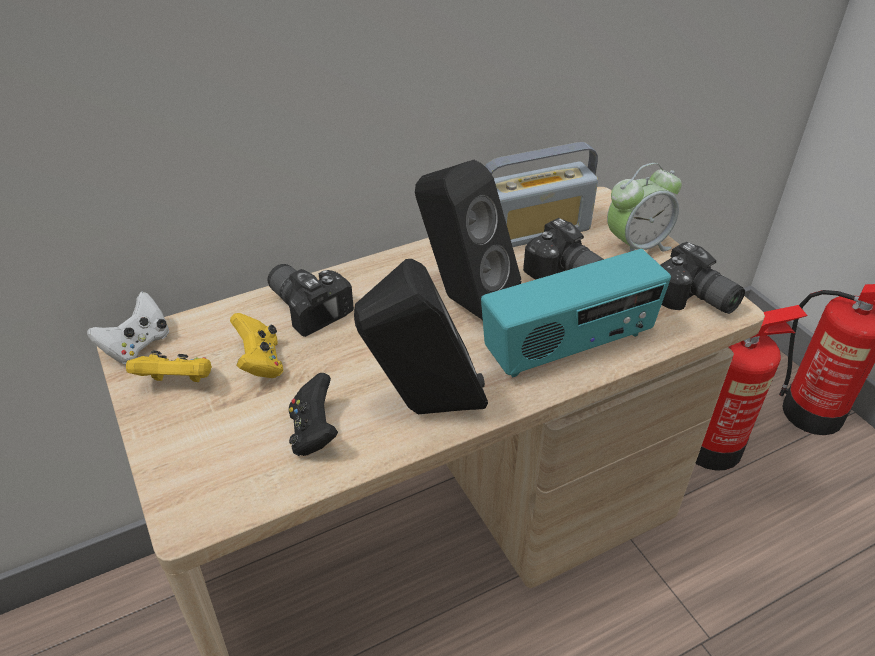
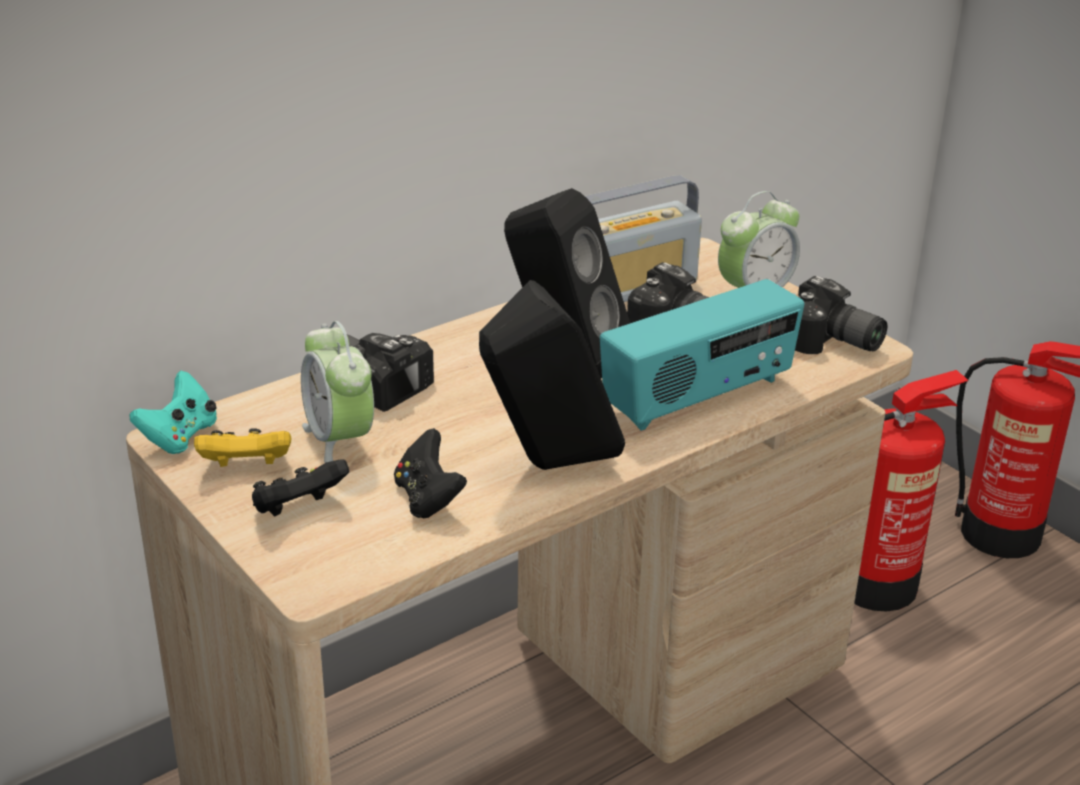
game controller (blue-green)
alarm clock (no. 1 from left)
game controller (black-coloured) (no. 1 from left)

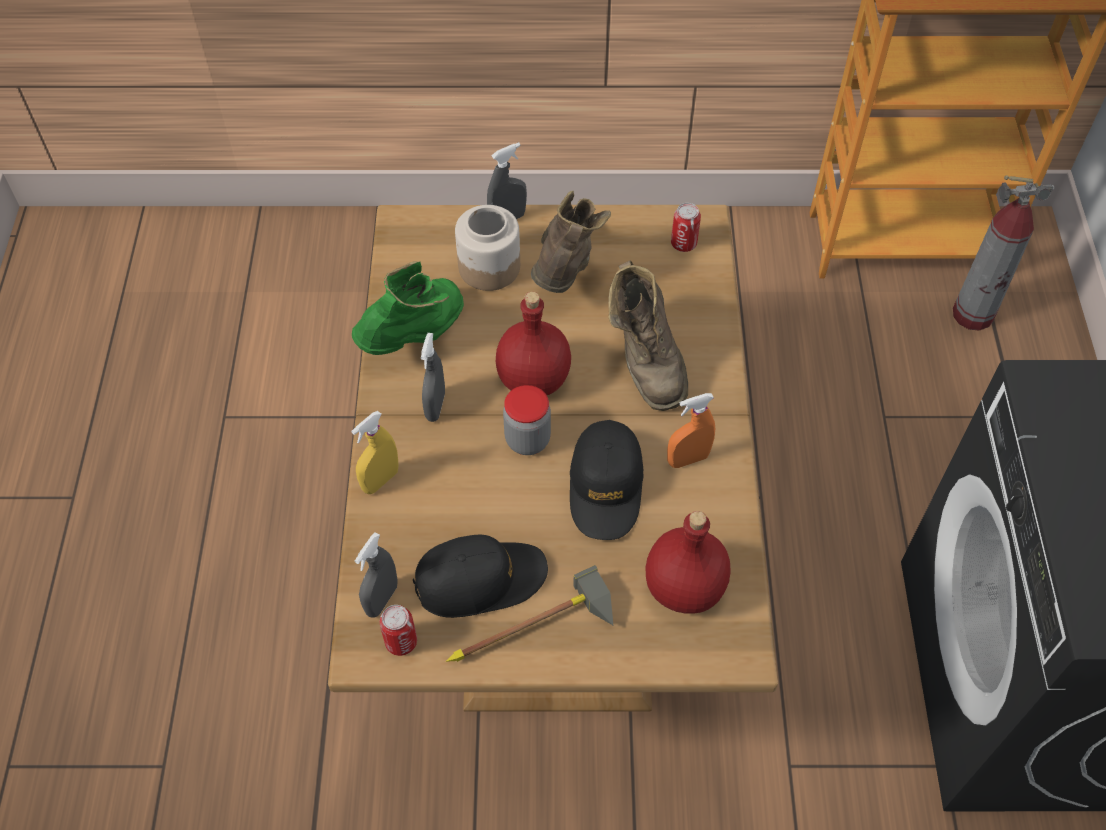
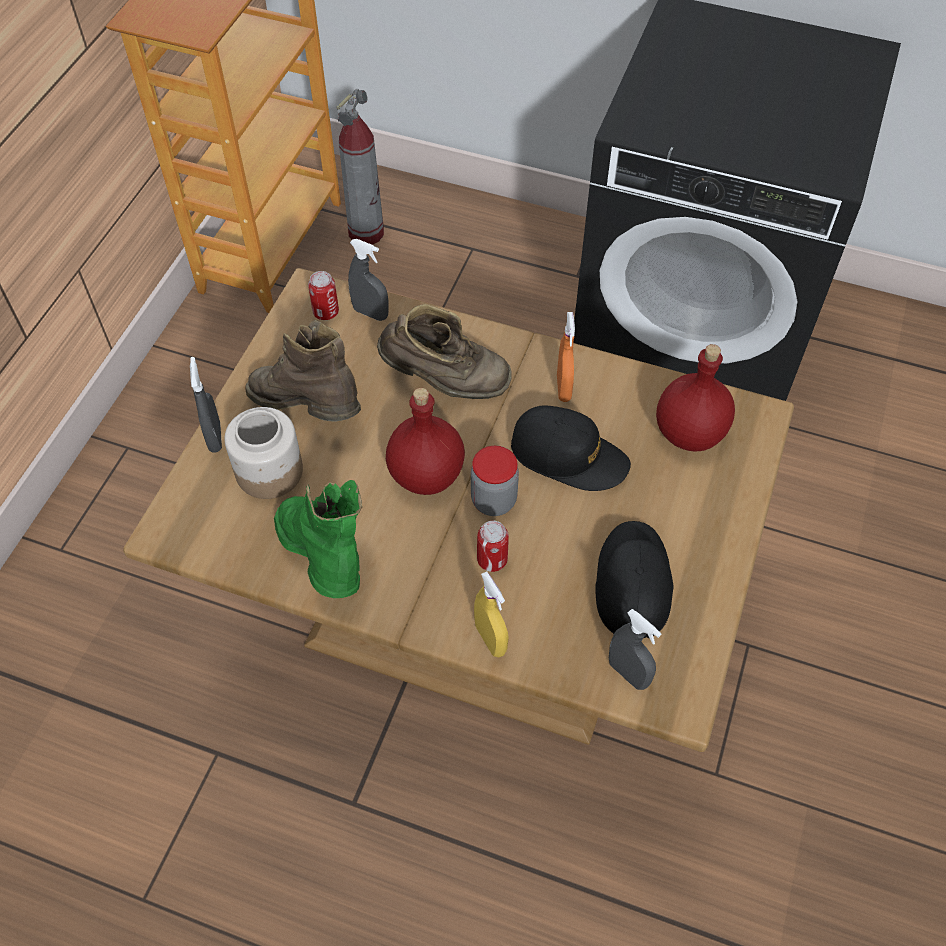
spray bottle (grey) (no. 2 from left)
hammer
metal can (no. 2 from left)

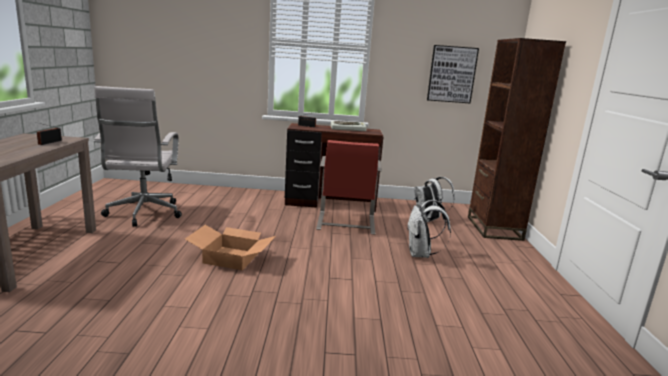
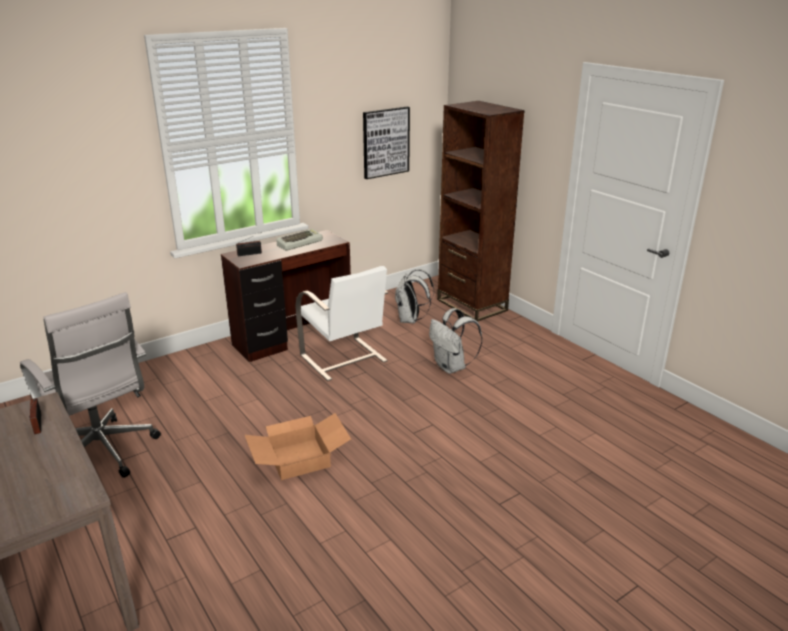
plain chair (whitish)

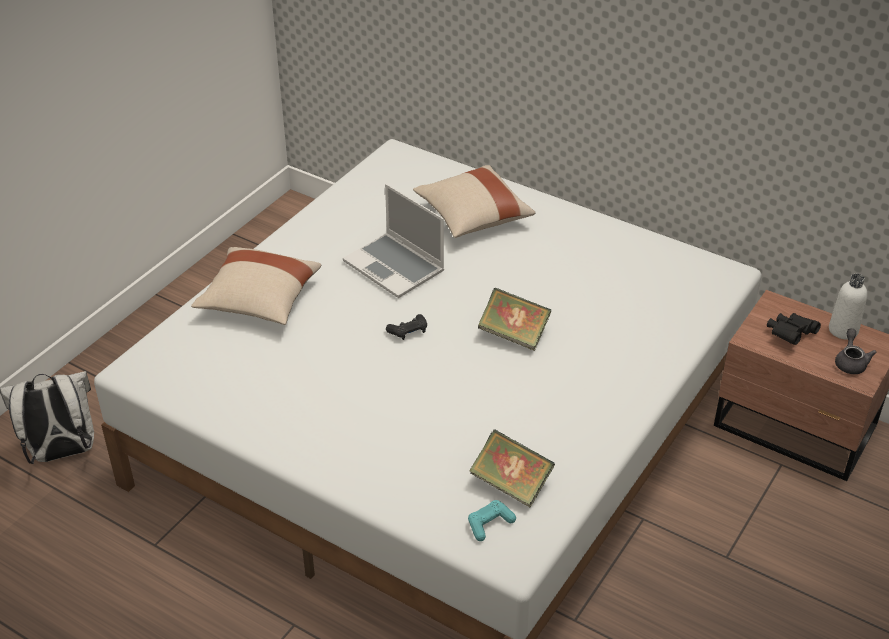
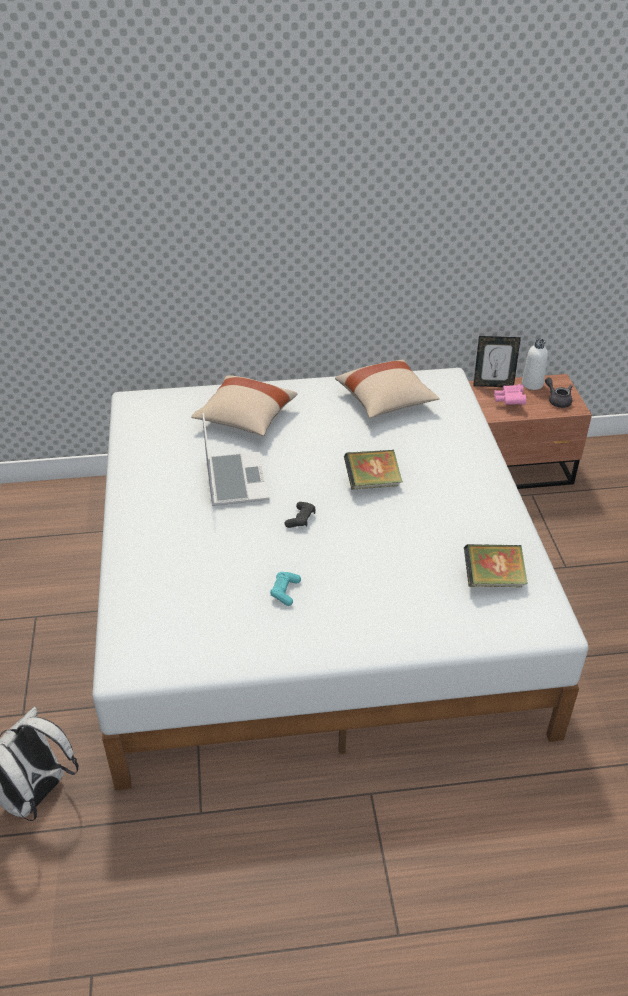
laptop
pillow (beige-coloured) (no. 2 from left)
field glasses (pink-coloured)
game controller (blue-green)
photo frame

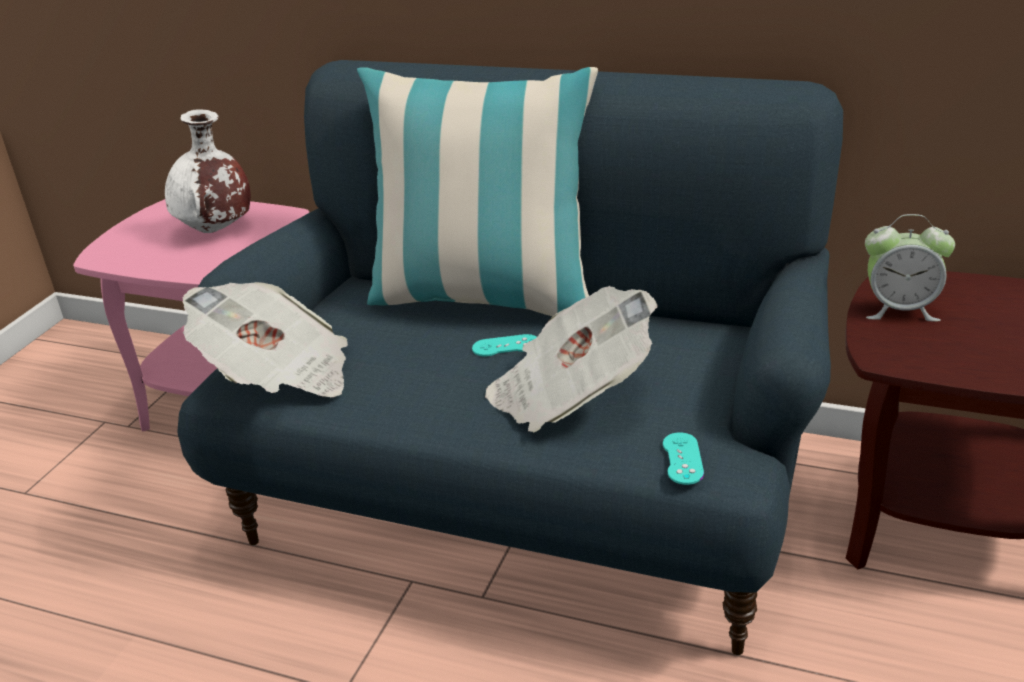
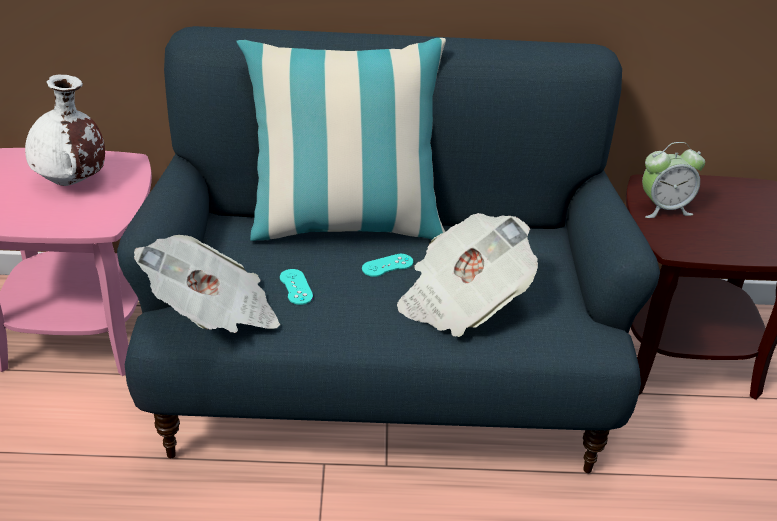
game controller (blue-green) (no. 1 from left)

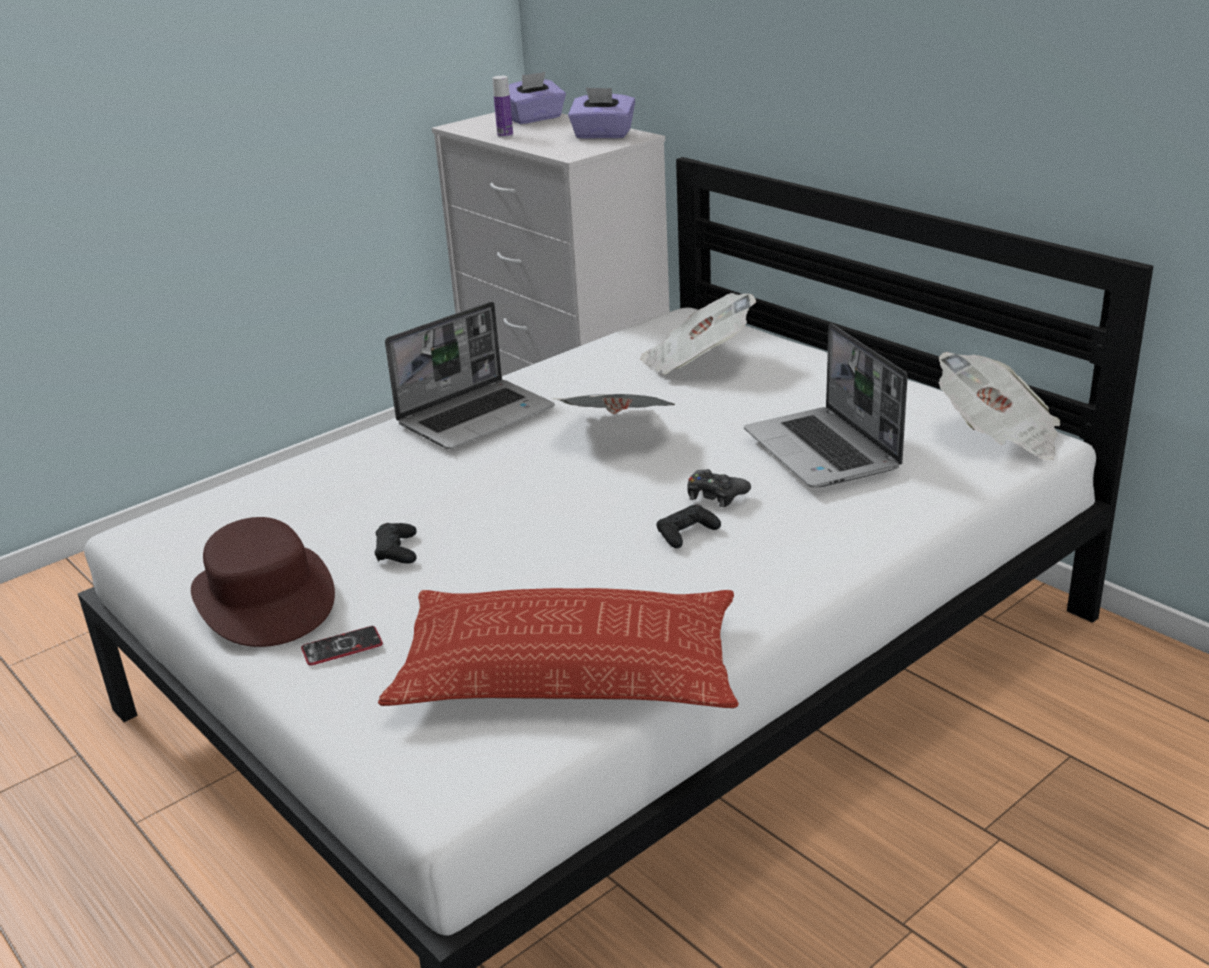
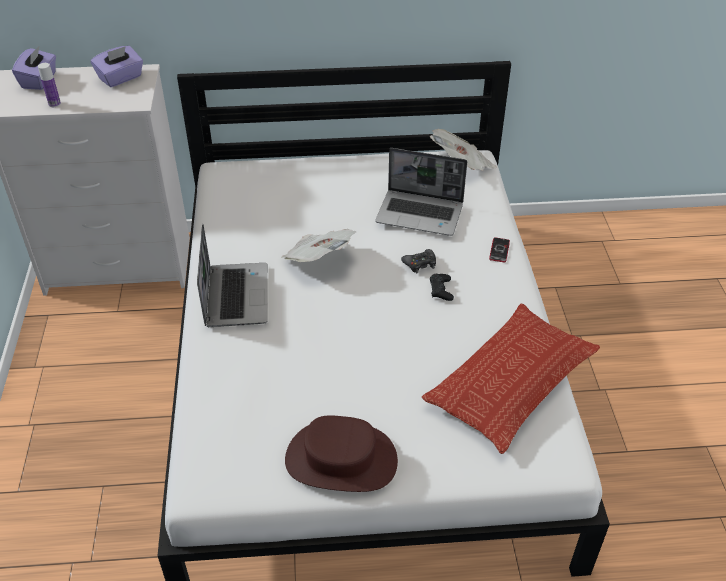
daily paper (no. 2 from left in the first image)
game controller (black-coloured) (no. 1 from left in the first image)
phone

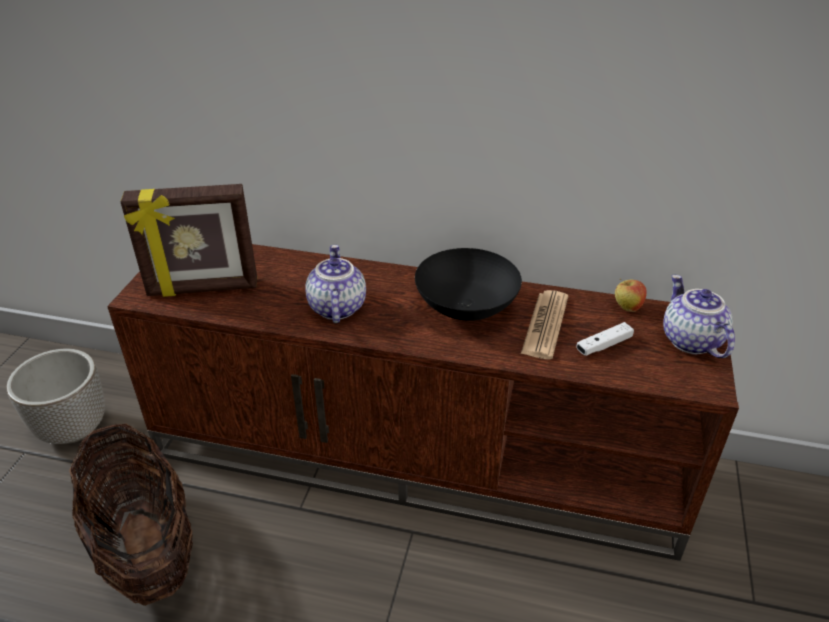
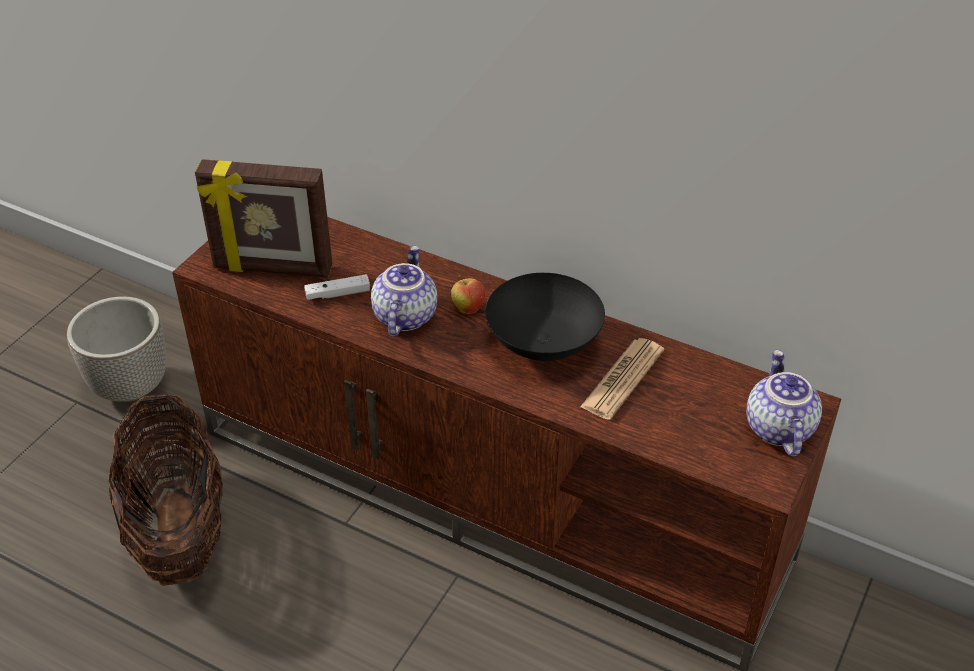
whole apple
game controller (whitish)

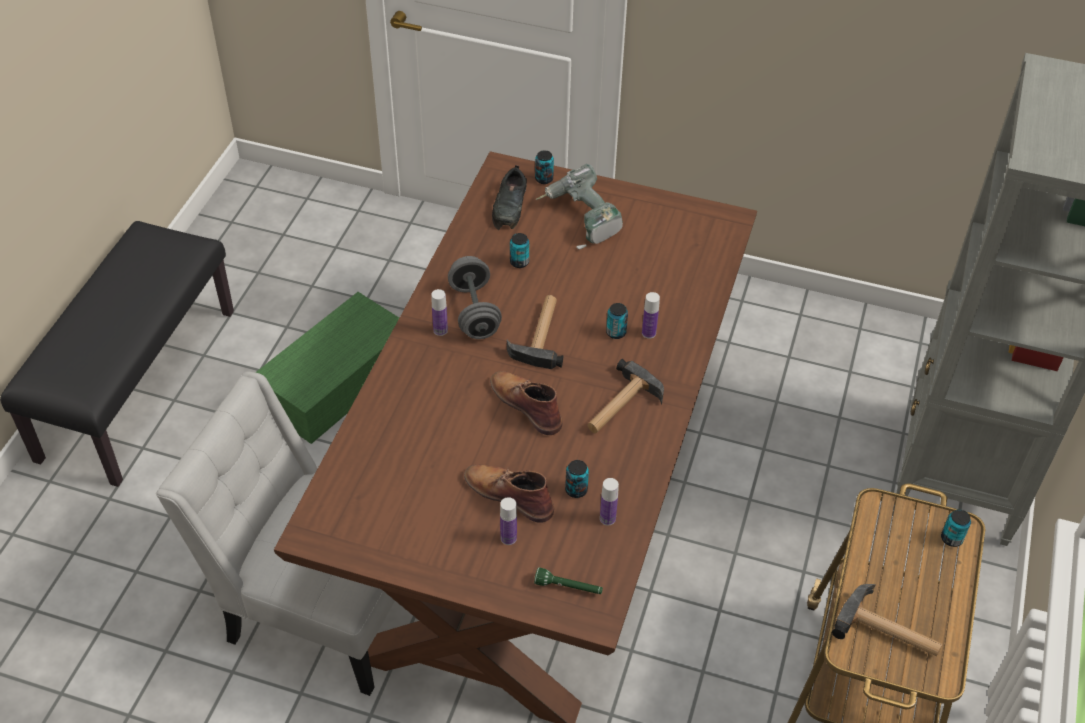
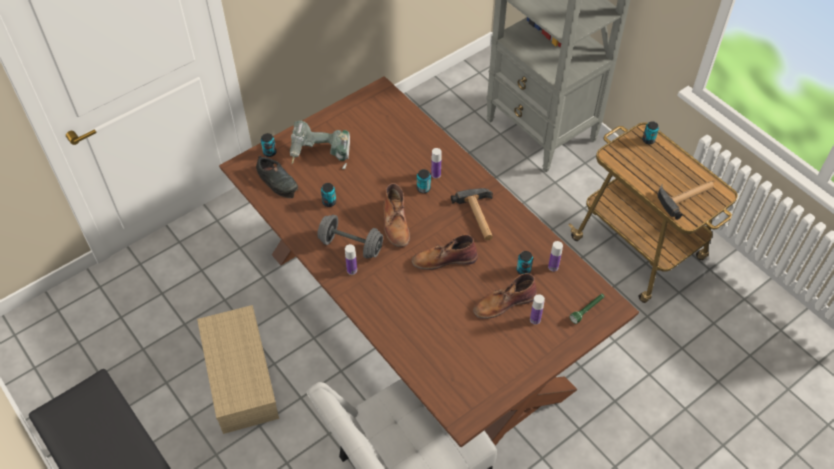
storage container (beige-coloured)
boot (brown) (no. 1 from left)

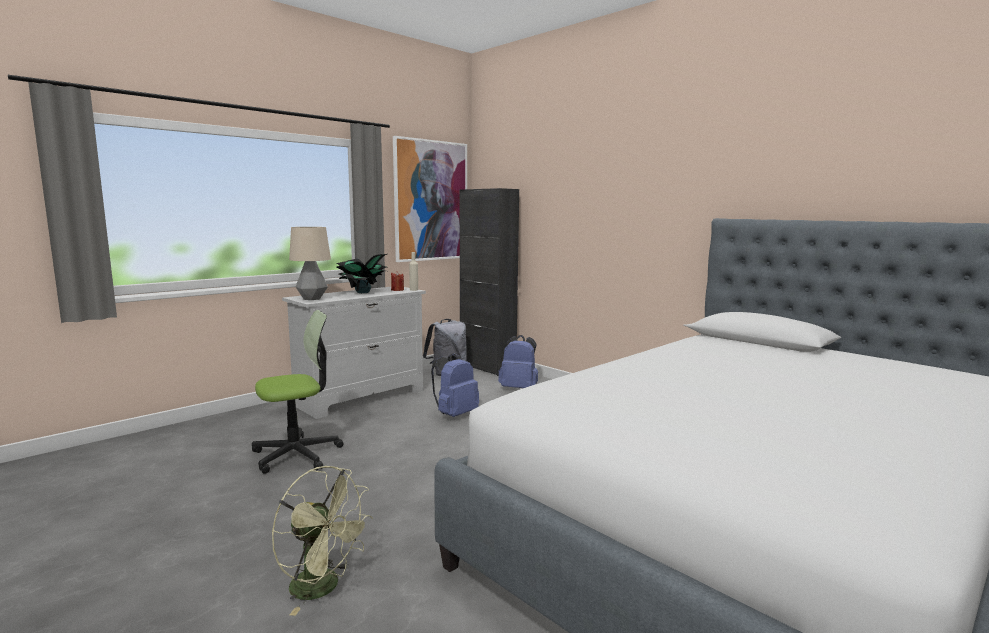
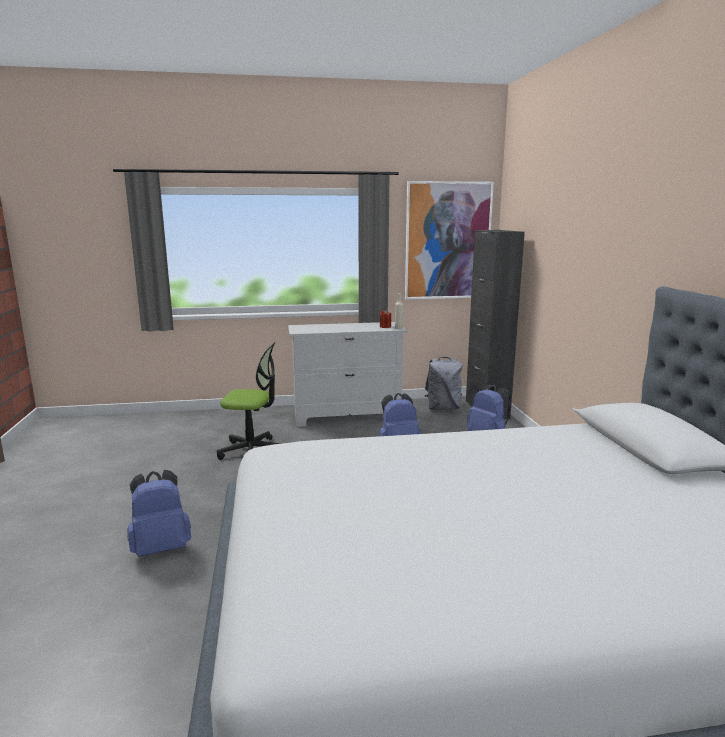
table lamp
houseplant
rucksack (blue) (no. 1 from left)

